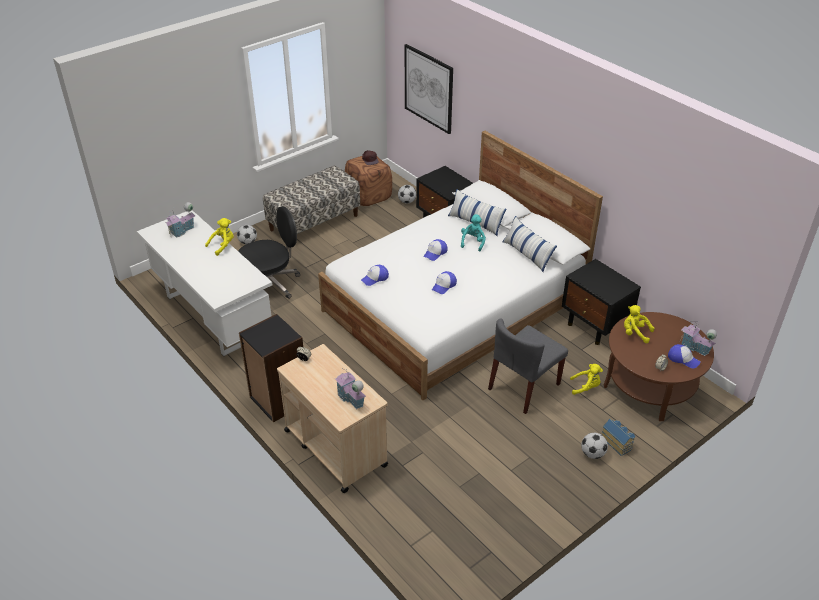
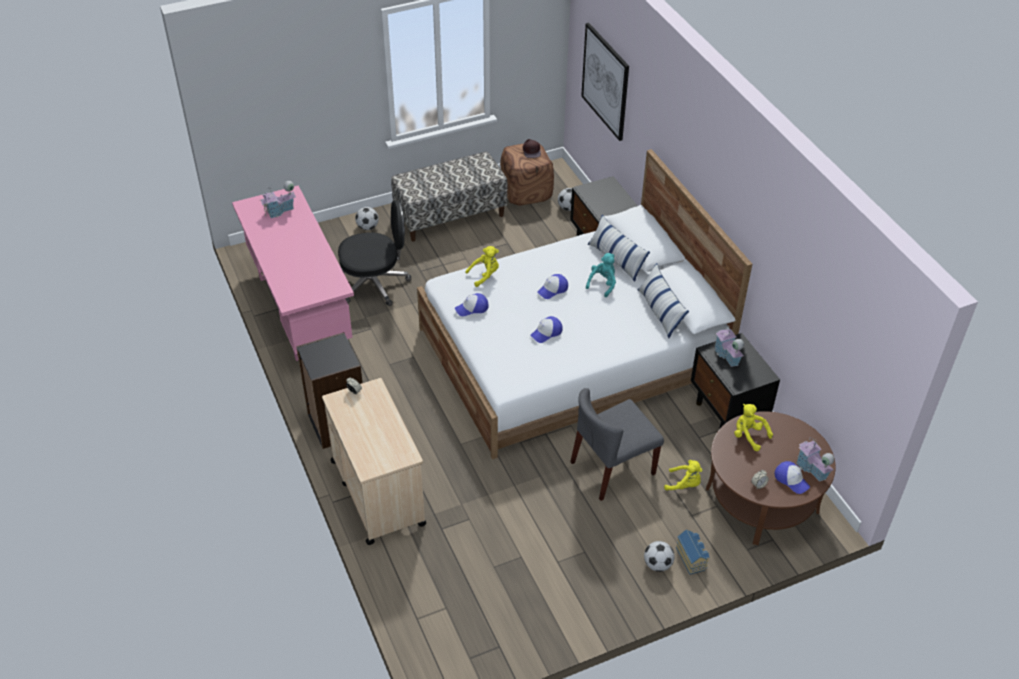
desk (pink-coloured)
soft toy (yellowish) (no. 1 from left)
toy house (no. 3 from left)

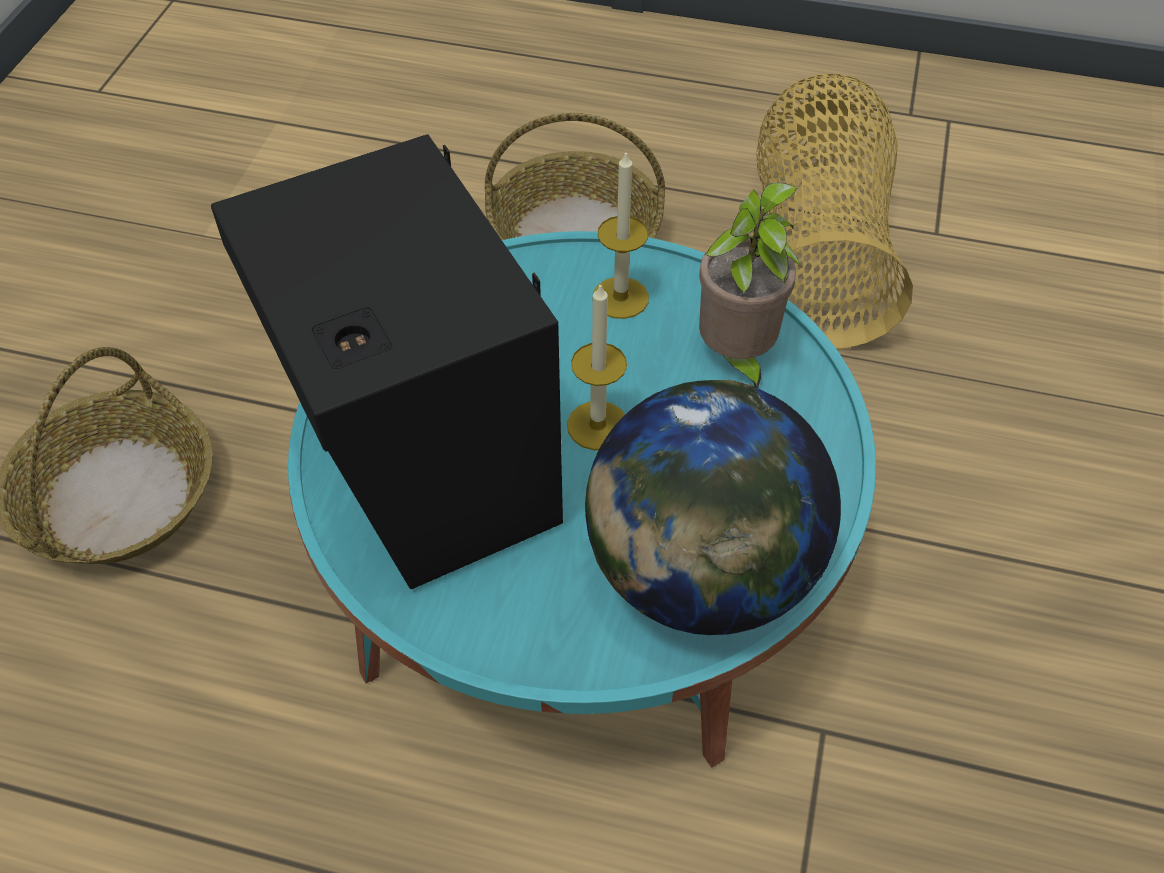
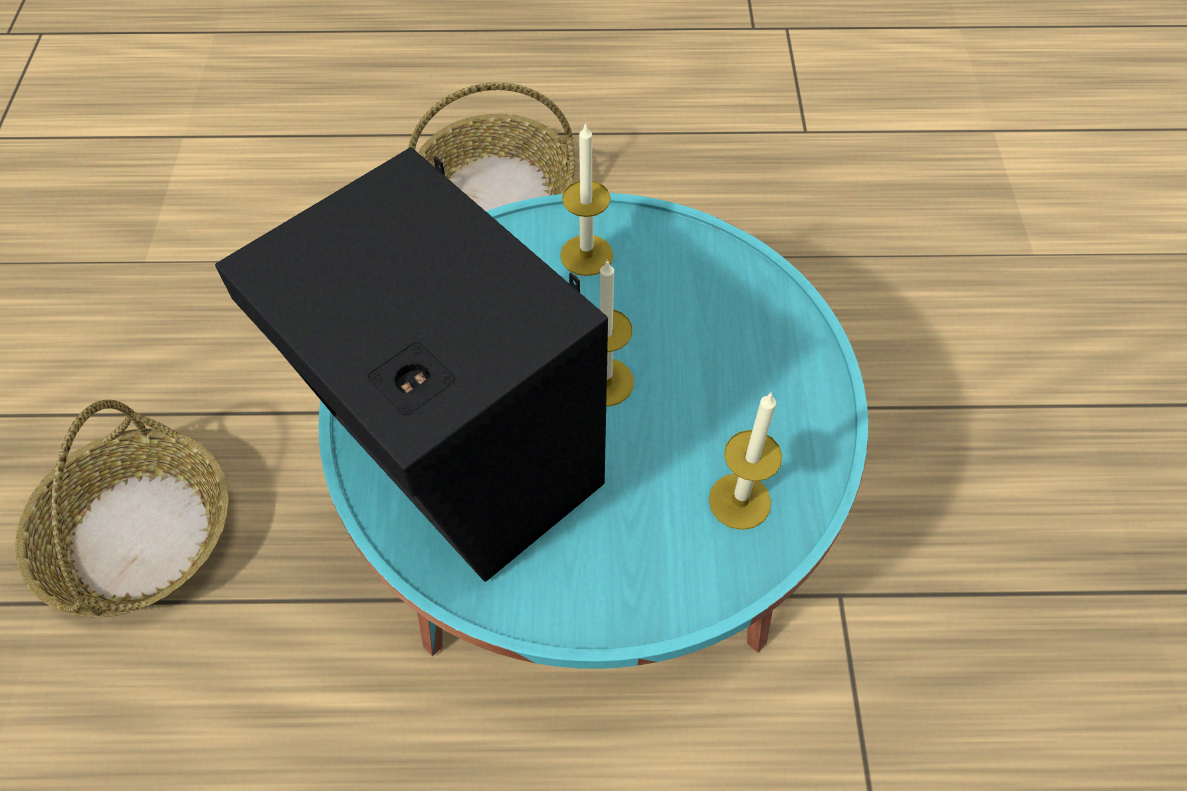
storage basket (no. 3 from left in the first image)
houseplant
candle (no. 3 from left)

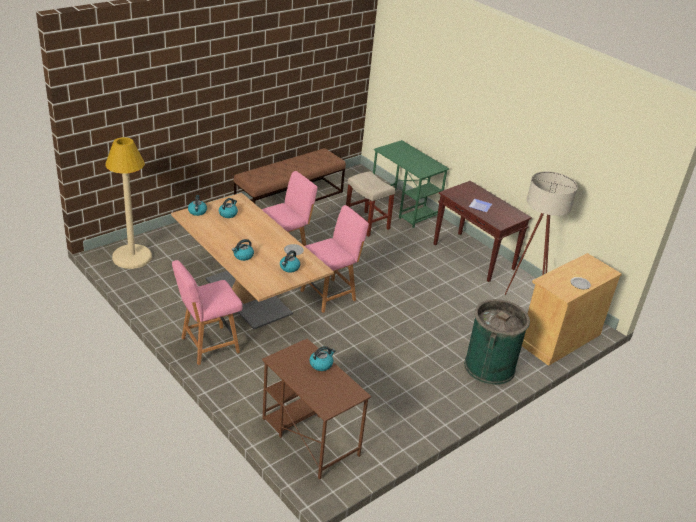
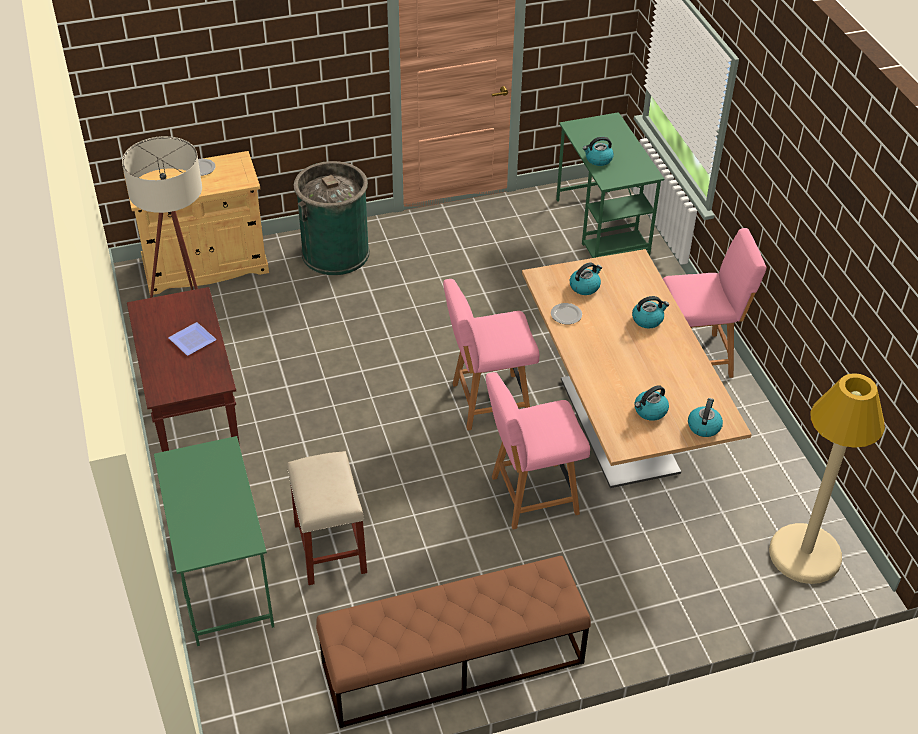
desk (greenish) (no. 2 from left)

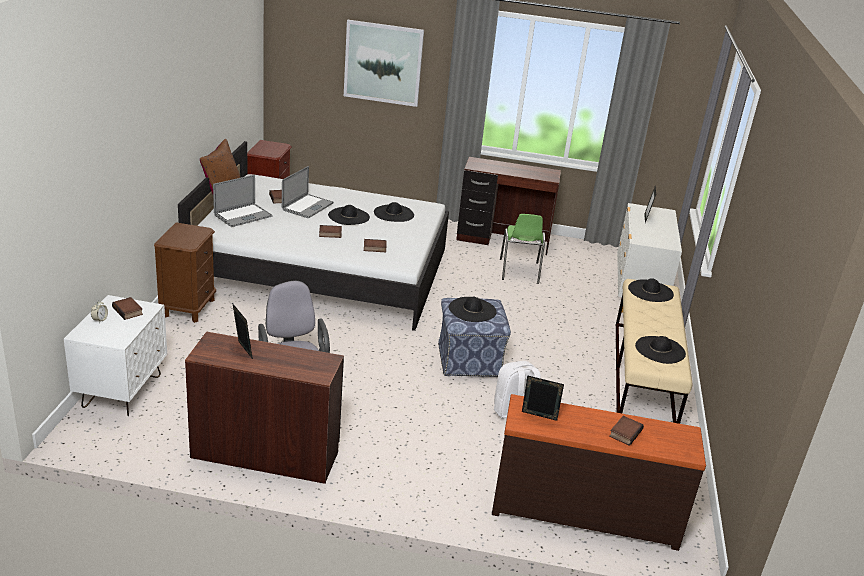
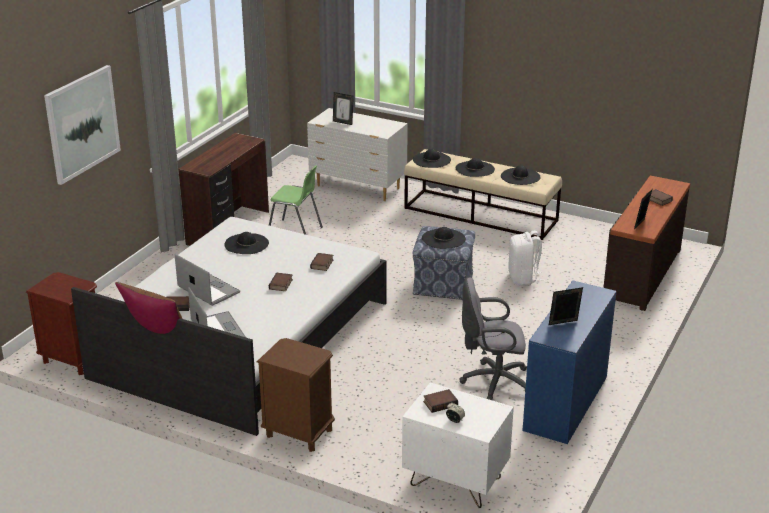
hat (black-coloured) (no. 4 from left)
desk (blue)

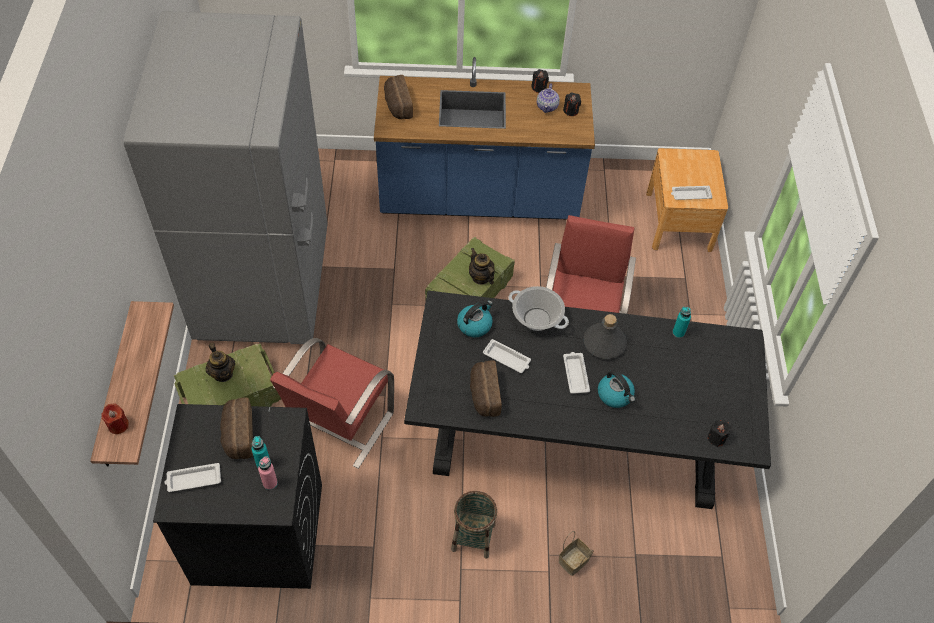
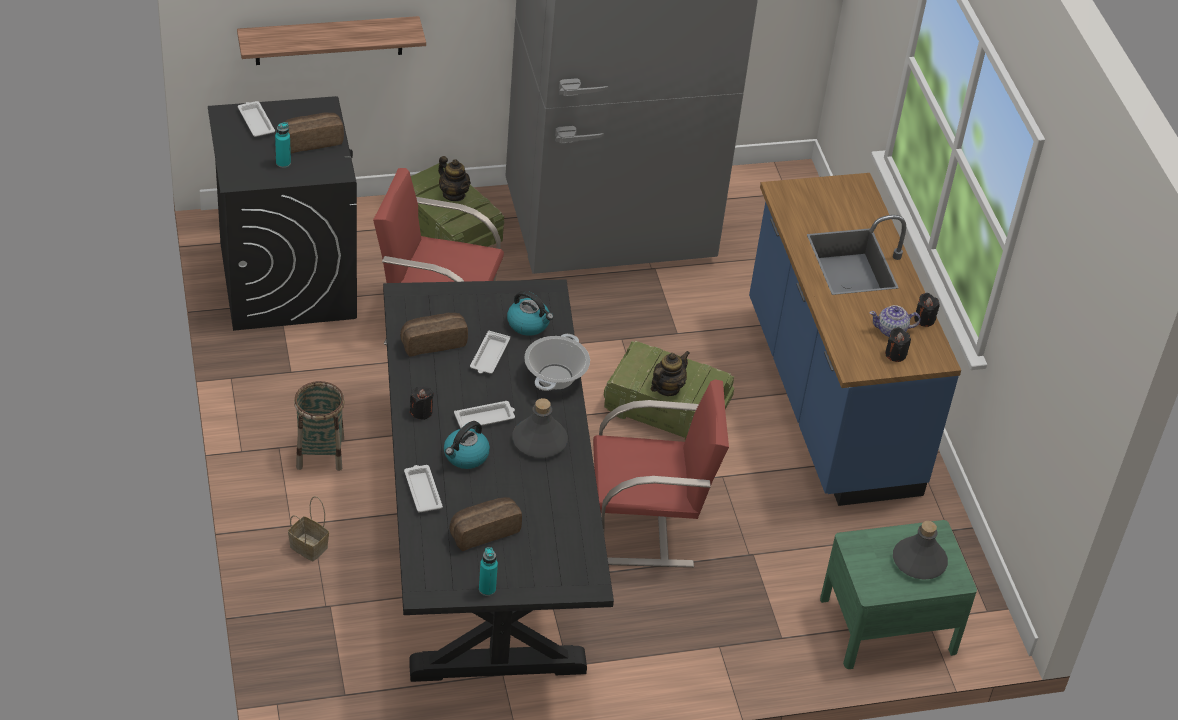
bakery bread (no. 3 from left)
bedside table (greenish)
serving tray (whitish) (no. 2 from left)
drink bottle (blue-green) (no. 2 from left)
pot for tea (no. 1 from left)
candle (red)
candle (black-coloured) (no. 1 from left)
drink bottle (pink-coloured)
drink bottle (grey) (no. 2 from left)

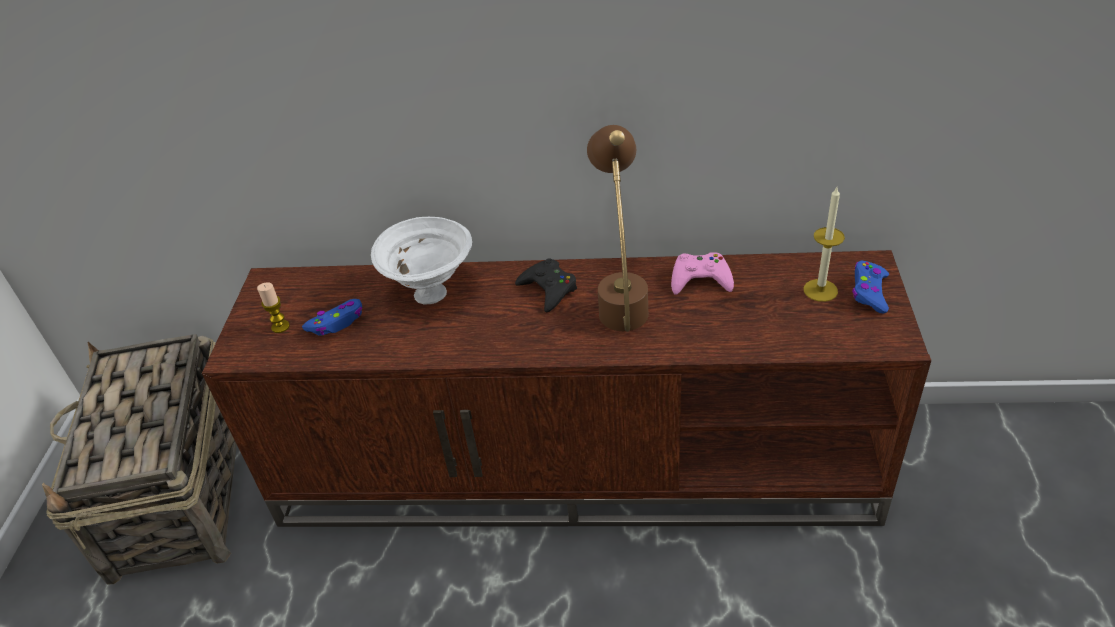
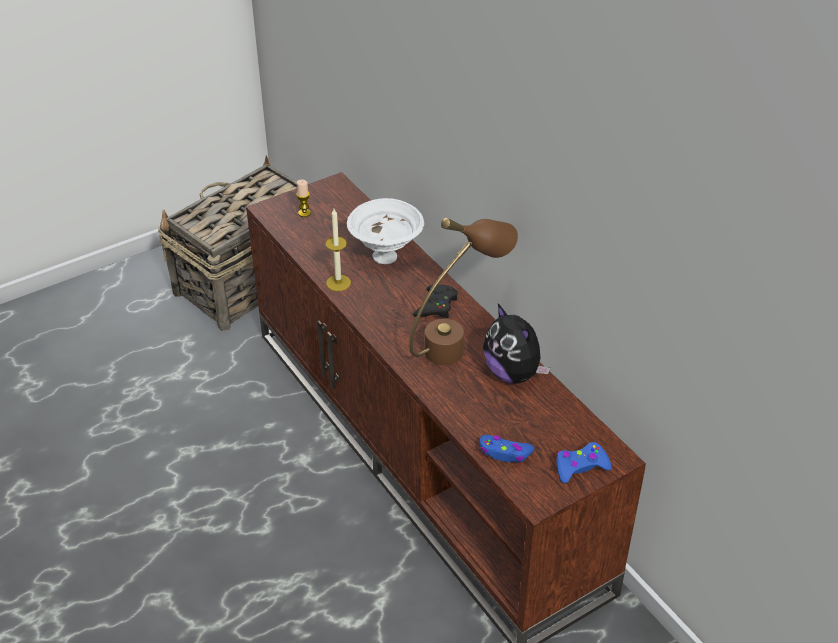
candle (no. 2 from left)
soft toy
game controller (blue) (no. 1 from left)

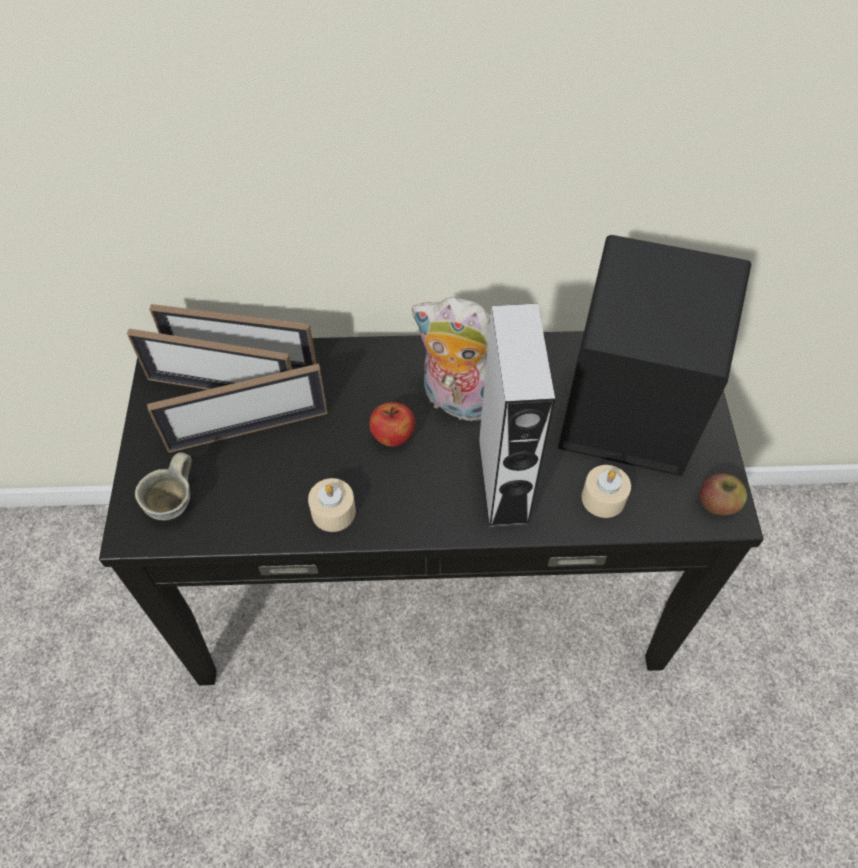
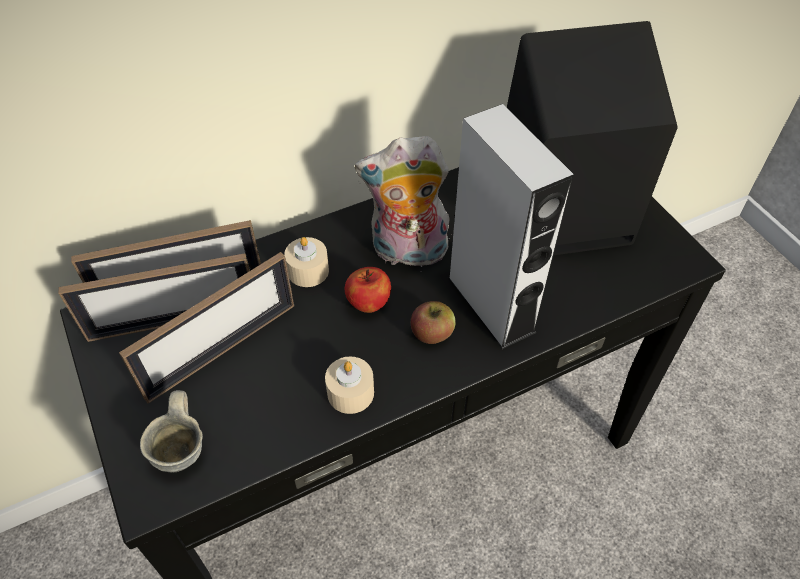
candle (beige-coloured) (no. 1 from left)
whole apple (no. 2 from left)

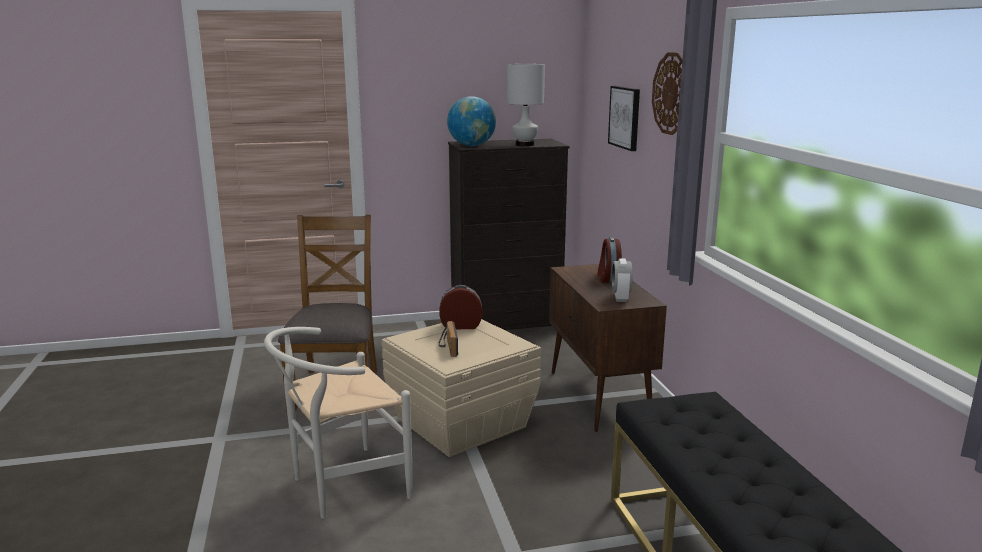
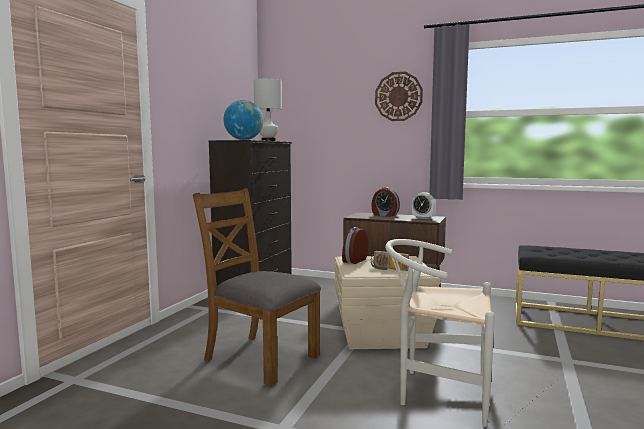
wall art
plain chair (whitish)

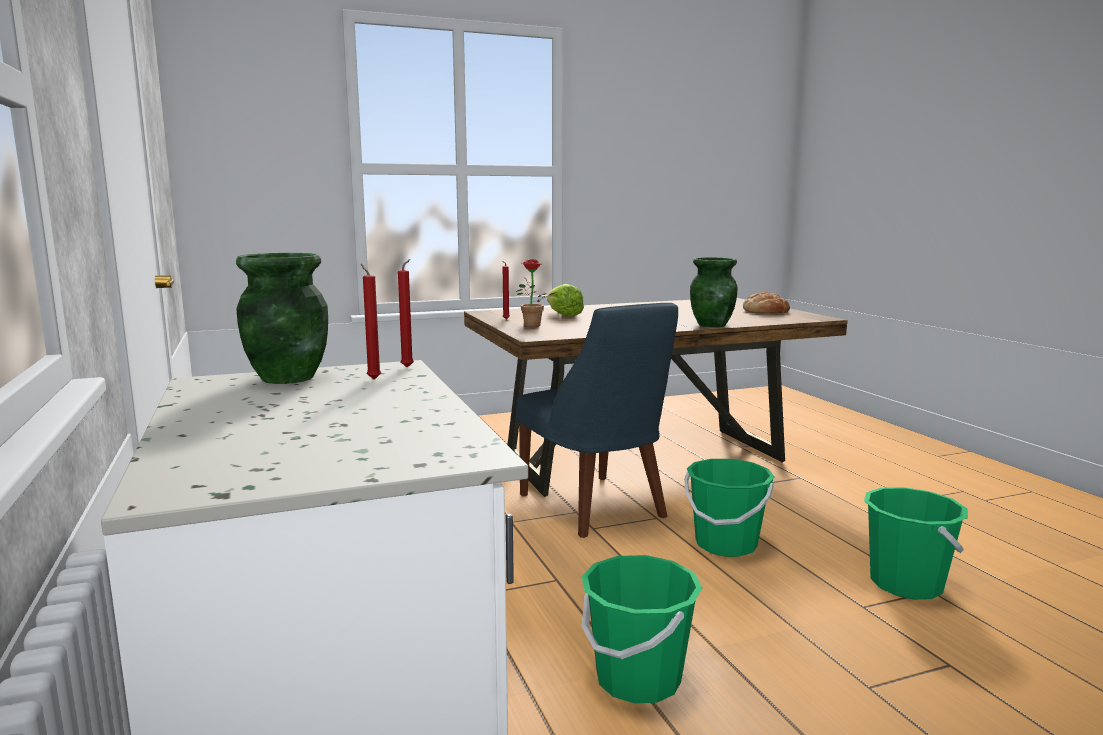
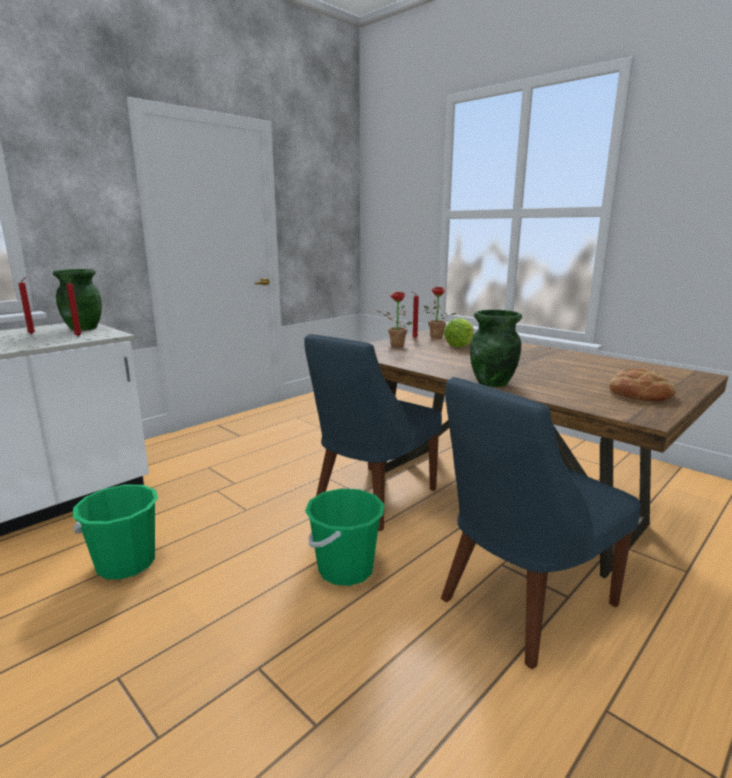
candle (red) (no. 1 from left)
water bucket (greenish) (no. 3 from left in the first image)
houseplant (no. 2 from left)
plain chair (blue) (no. 2 from left)

